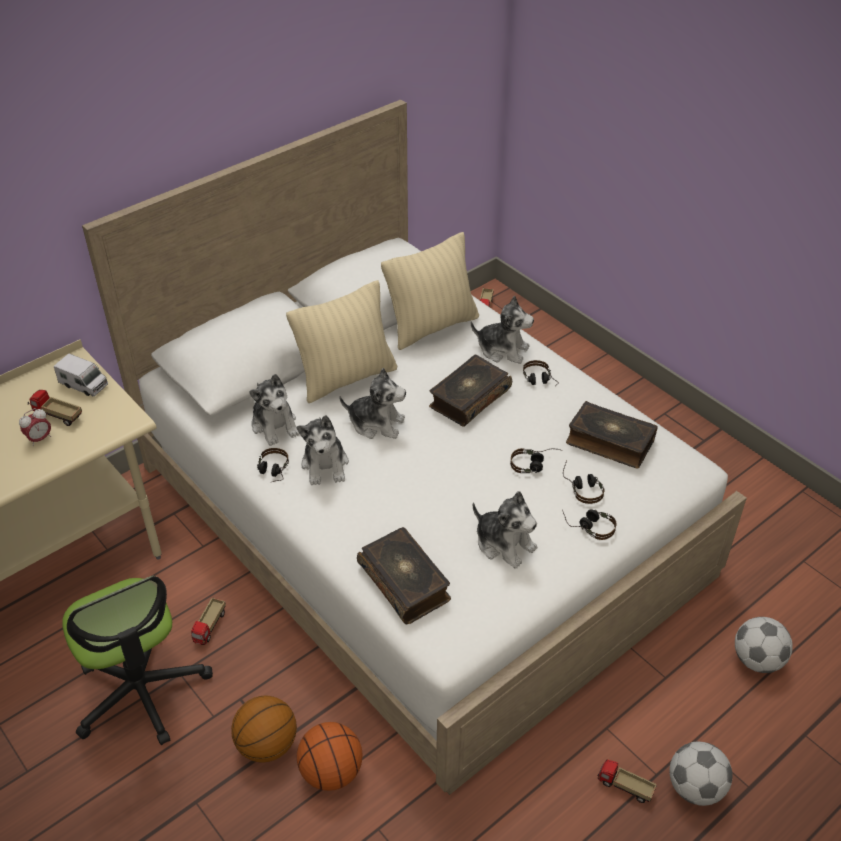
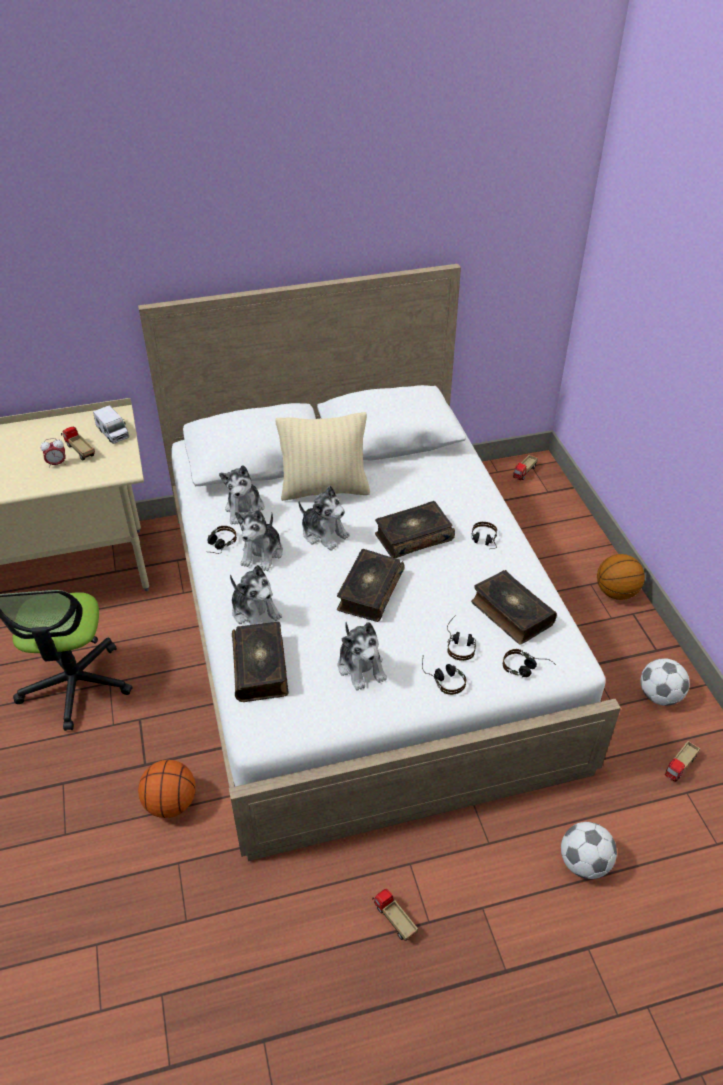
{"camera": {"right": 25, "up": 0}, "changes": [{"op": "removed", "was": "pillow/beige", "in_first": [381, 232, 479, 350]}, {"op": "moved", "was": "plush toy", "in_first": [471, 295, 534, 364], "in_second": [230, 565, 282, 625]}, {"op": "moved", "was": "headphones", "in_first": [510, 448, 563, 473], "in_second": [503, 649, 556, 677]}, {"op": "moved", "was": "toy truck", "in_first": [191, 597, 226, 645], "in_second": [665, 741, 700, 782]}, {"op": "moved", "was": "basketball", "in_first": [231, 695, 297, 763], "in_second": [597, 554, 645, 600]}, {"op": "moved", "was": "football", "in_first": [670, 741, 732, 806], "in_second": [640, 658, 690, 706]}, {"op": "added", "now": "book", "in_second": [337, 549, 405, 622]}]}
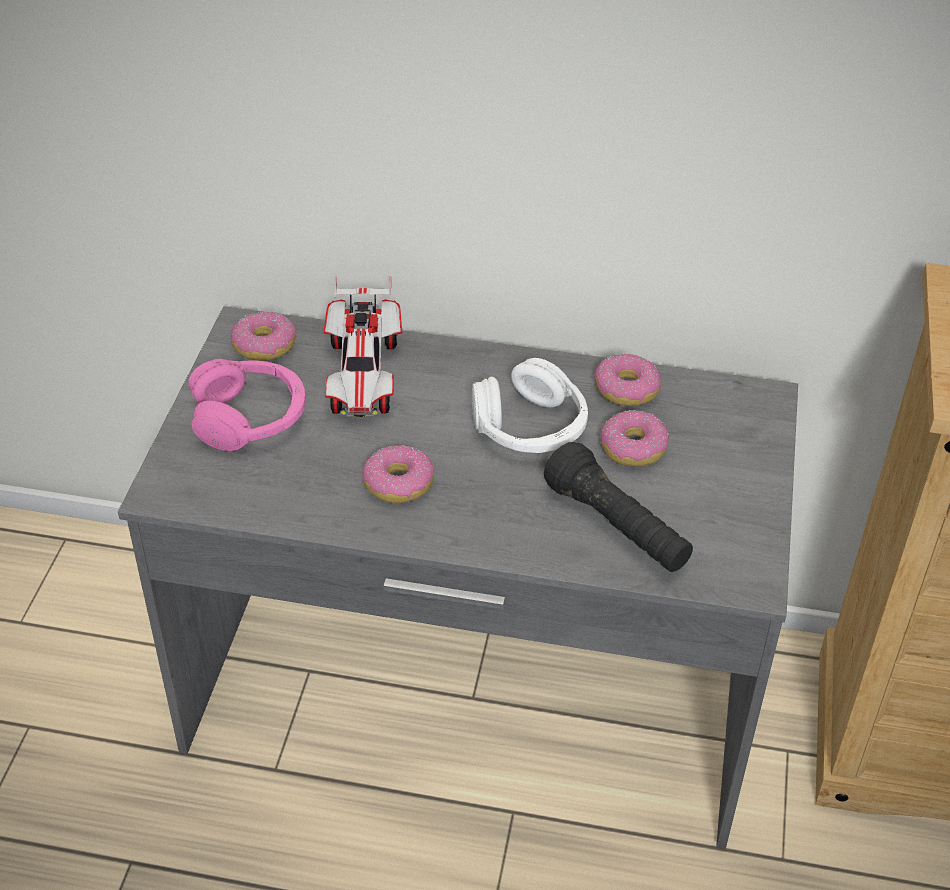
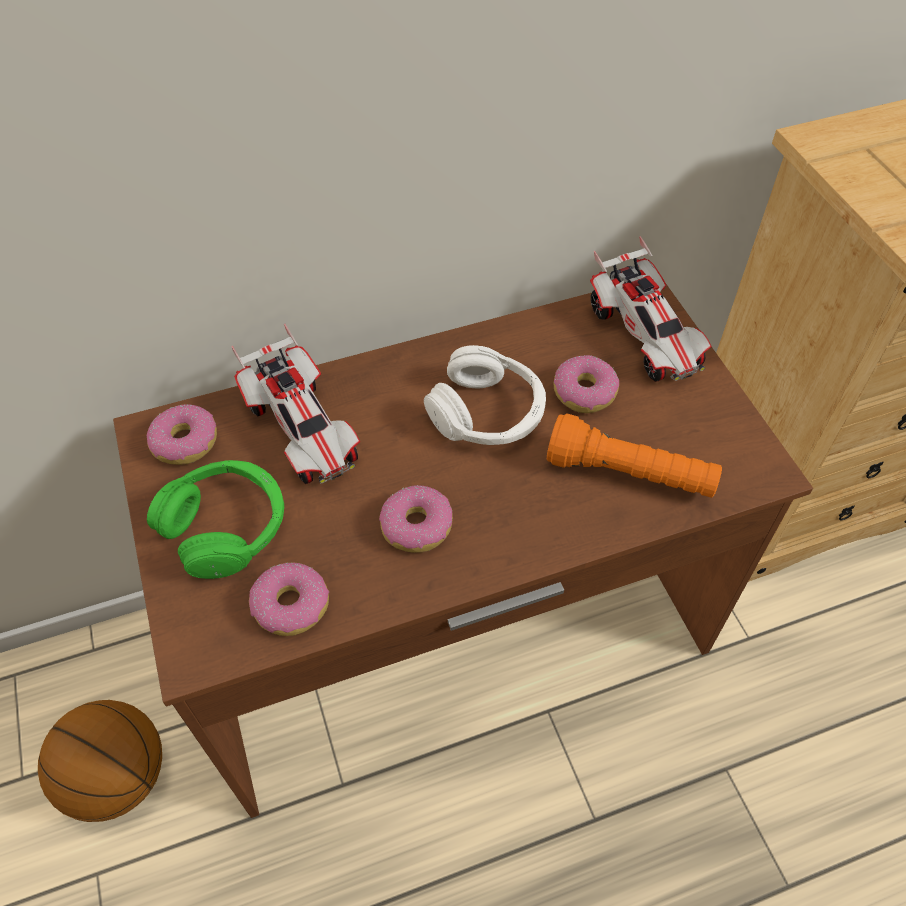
{"camera": {"right": -30, "up": 10}, "changes": [{"op": "recoloured", "was": "desk/grey", "now": "desk/brown", "in_first": [118, 306, 798, 849], "in_second": [113, 284, 813, 818]}, {"op": "moved", "was": "donut", "in_first": [594, 354, 661, 406], "in_second": [249, 562, 329, 636]}, {"op": "recoloured", "was": "headphones/pink", "now": "headphones/green", "in_first": [188, 359, 306, 451], "in_second": [147, 460, 284, 579]}, {"op": "recoloured", "was": "flashlight/black", "now": "flashlight/orange", "in_first": [544, 442, 693, 572], "in_second": [547, 413, 722, 498]}, {"op": "added", "now": "toy car", "in_second": [590, 236, 712, 382]}, {"op": "added", "now": "basketball", "in_second": [38, 700, 162, 822]}]}
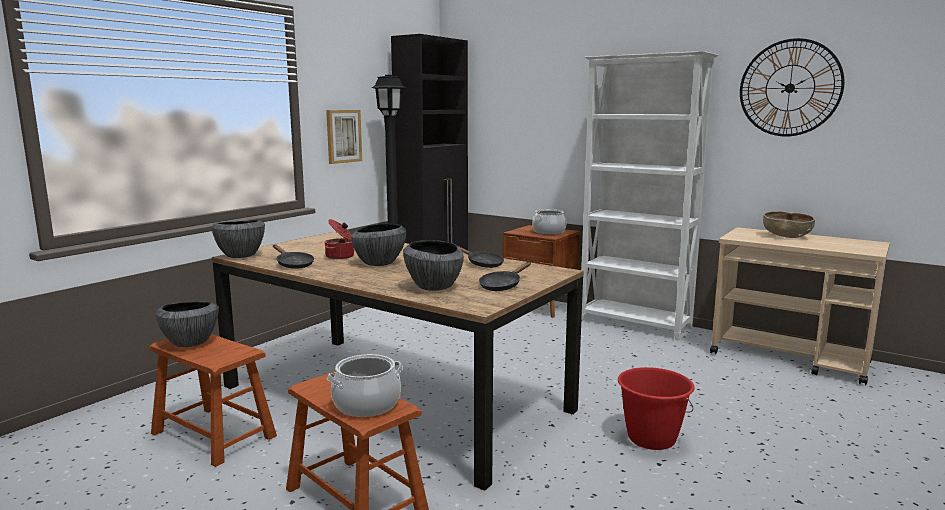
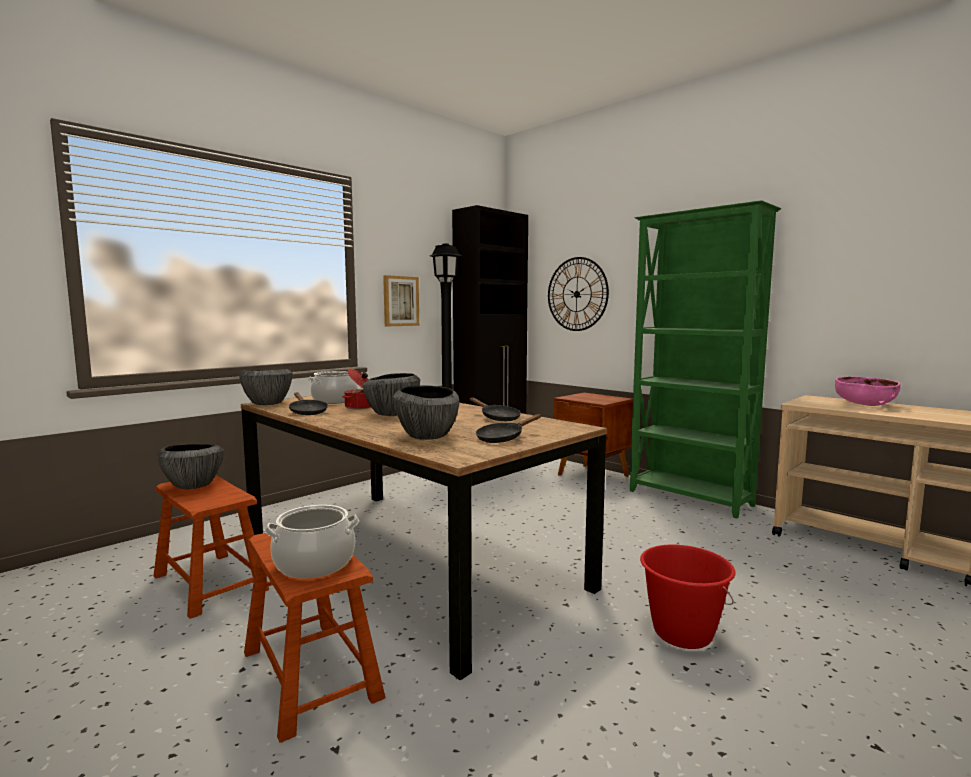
{"camera": {"right": 10, "up": -5}, "changes": [{"op": "moved", "was": "wall clock", "in_first": [740, 38, 845, 137], "in_second": [548, 257, 609, 331]}, {"op": "recoloured", "was": "bookcase/white", "now": "bookcase/green", "in_first": [581, 51, 719, 341], "in_second": [630, 200, 781, 519]}, {"op": "moved", "was": "cooking pot", "in_first": [532, 209, 566, 235], "in_second": [308, 371, 358, 404]}, {"op": "recoloured", "was": "bowl/brown", "now": "bowl/pink", "in_first": [763, 211, 815, 238], "in_second": [835, 377, 900, 406]}]}
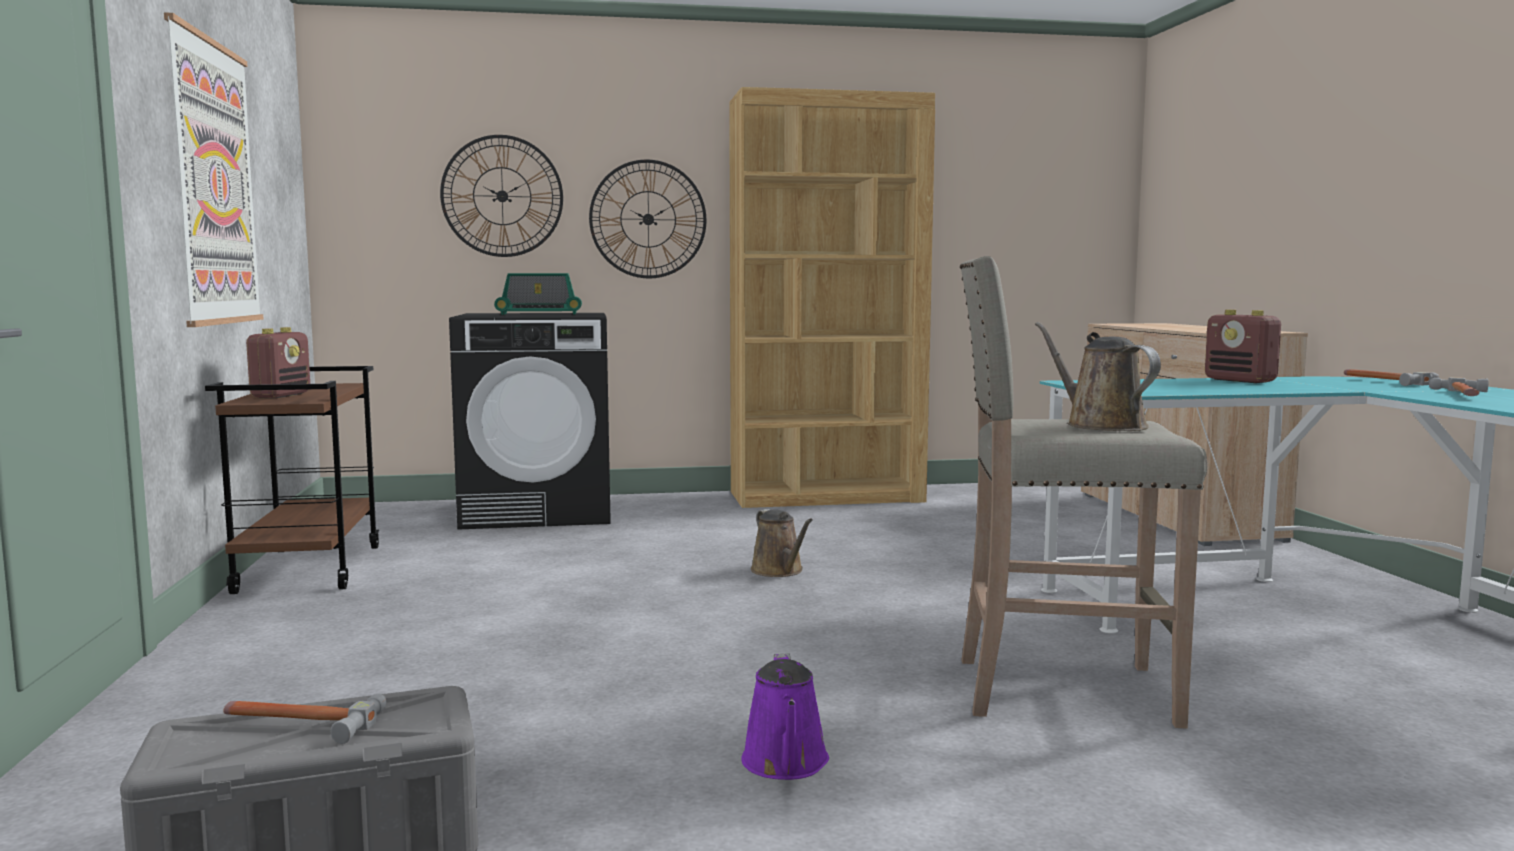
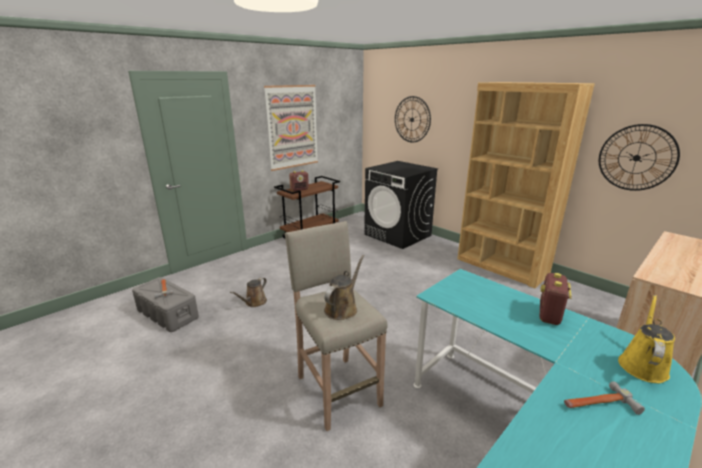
{"camera": {"right": 55, "up": 15}, "changes": [{"op": "moved", "was": "wall clock", "in_first": [589, 159, 707, 279], "in_second": [599, 124, 680, 191]}, {"op": "removed", "was": "radio", "in_first": [494, 273, 582, 315]}, {"op": "replaced", "was": "hammer", "now": "watering can/yellow", "in_first": [1344, 369, 1439, 386], "in_second": [618, 295, 675, 383]}, {"op": "moved", "was": "watering can/brown", "in_first": [751, 509, 813, 577], "in_second": [230, 277, 267, 307]}, {"op": "removed", "was": "watering can/purple", "in_first": [741, 653, 829, 780]}]}
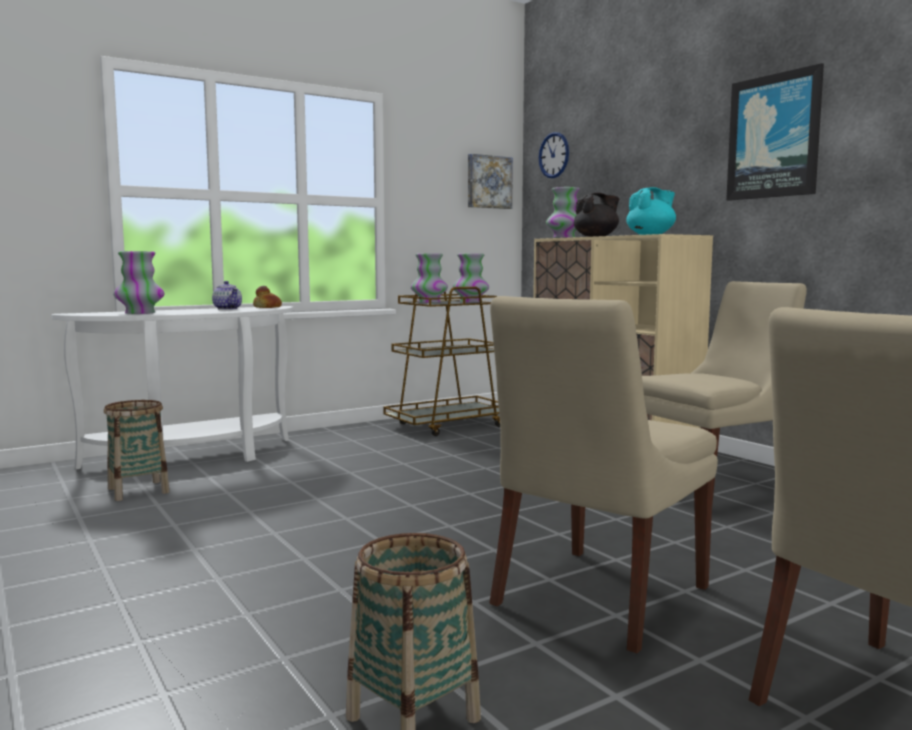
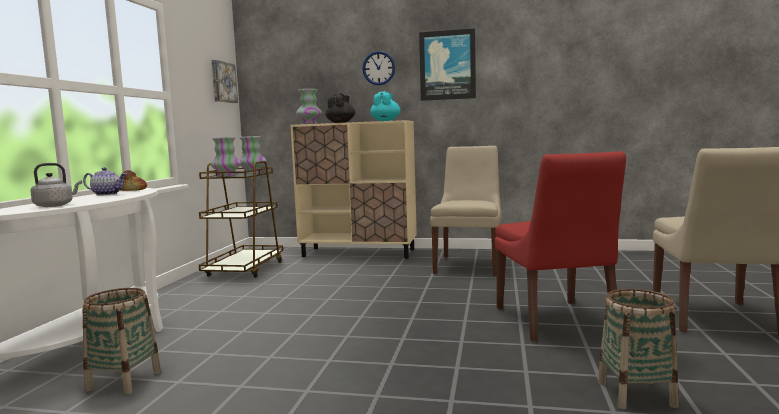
{"camera": {"right": -45, "up": 0}, "changes": [{"op": "moved", "was": "wall clock", "in_first": [539, 132, 569, 178], "in_second": [362, 51, 395, 85]}, {"op": "replaced", "was": "vase", "now": "kettle/grey", "in_first": [113, 251, 164, 314], "in_second": [30, 163, 82, 207]}, {"op": "recoloured", "was": "chair/beige", "now": "chair/red", "in_first": [489, 296, 718, 653], "in_second": [495, 151, 626, 342]}]}
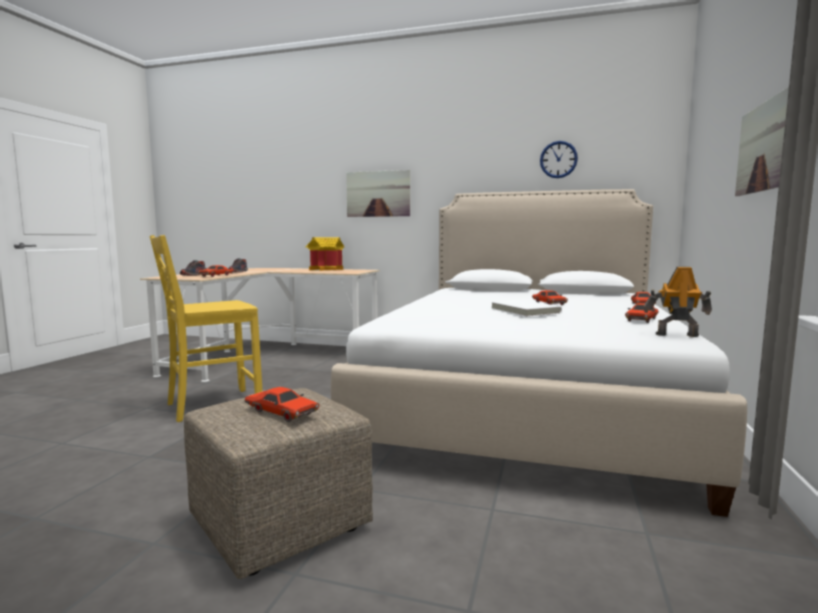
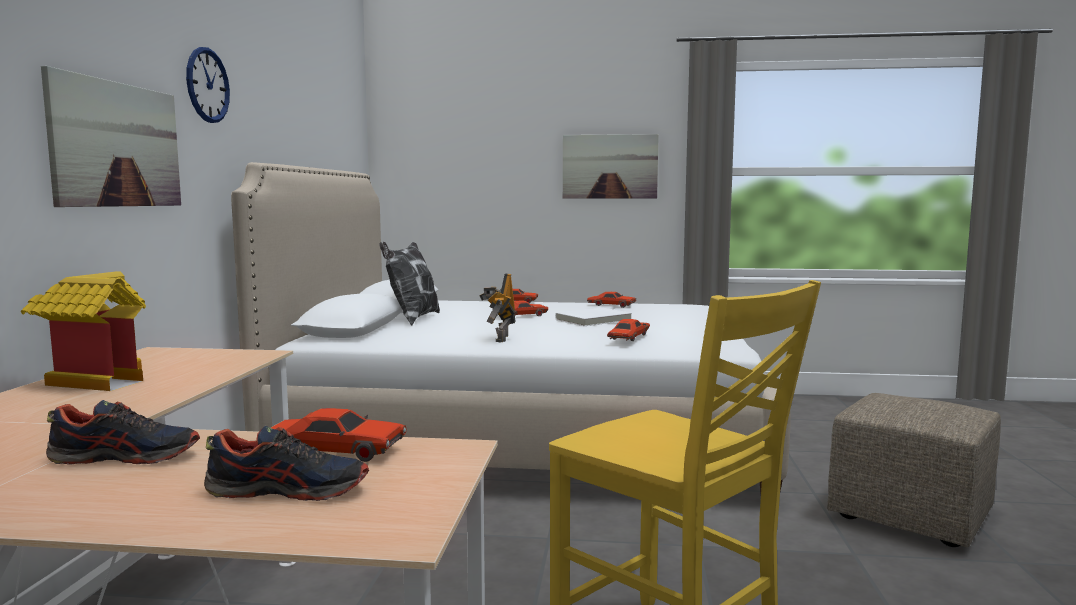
{"camera": {"right": -100, "up": 0}, "changes": [{"op": "moved", "was": "wall clock", "in_first": [540, 141, 578, 178], "in_second": [186, 47, 230, 123]}, {"op": "moved", "was": "toy robot", "in_first": [644, 267, 712, 337], "in_second": [479, 273, 516, 342]}, {"op": "moved", "was": "toy car/red", "in_first": [244, 387, 319, 422], "in_second": [607, 319, 650, 341]}, {"op": "added", "now": "pillow", "in_second": [379, 242, 440, 326]}]}
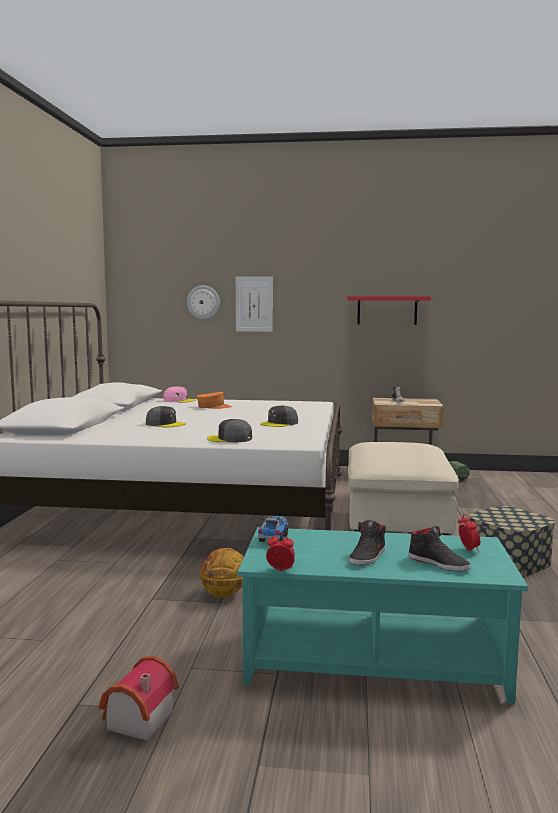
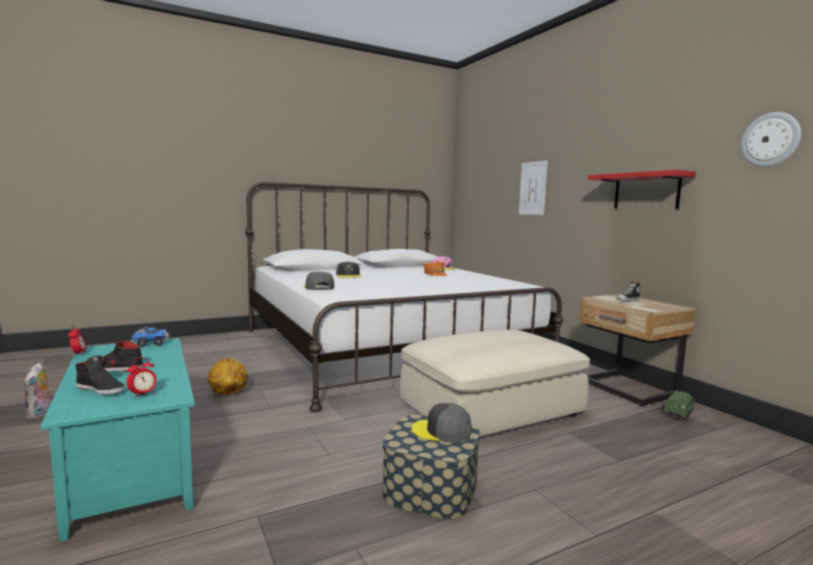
{"camera": {"right": 55, "up": 0}, "changes": [{"op": "moved", "was": "wall clock", "in_first": [187, 285, 220, 319], "in_second": [741, 112, 801, 167]}, {"op": "moved", "was": "cap/grey", "in_first": [260, 405, 298, 427], "in_second": [412, 403, 471, 442]}, {"op": "turned", "was": "shoe/black", "in_first": [408, 526, 471, 571], "in_second": [75, 355, 125, 395], "clockwise": -75}, {"op": "replaced", "was": "toy house", "now": "plush toy", "in_first": [99, 656, 179, 741], "in_second": [24, 363, 53, 420]}]}
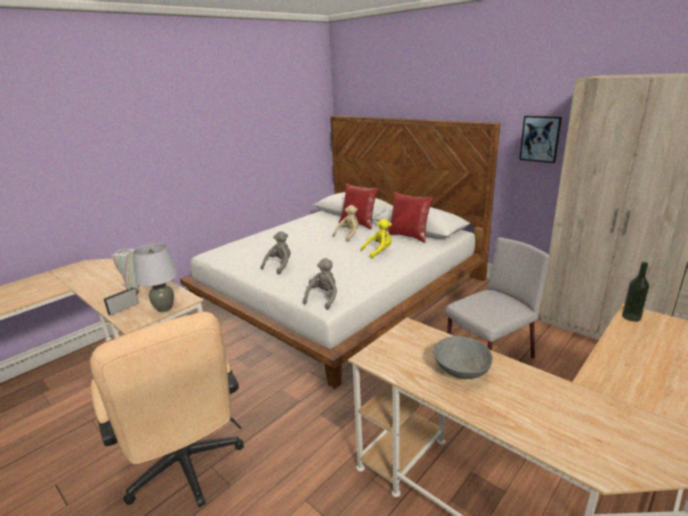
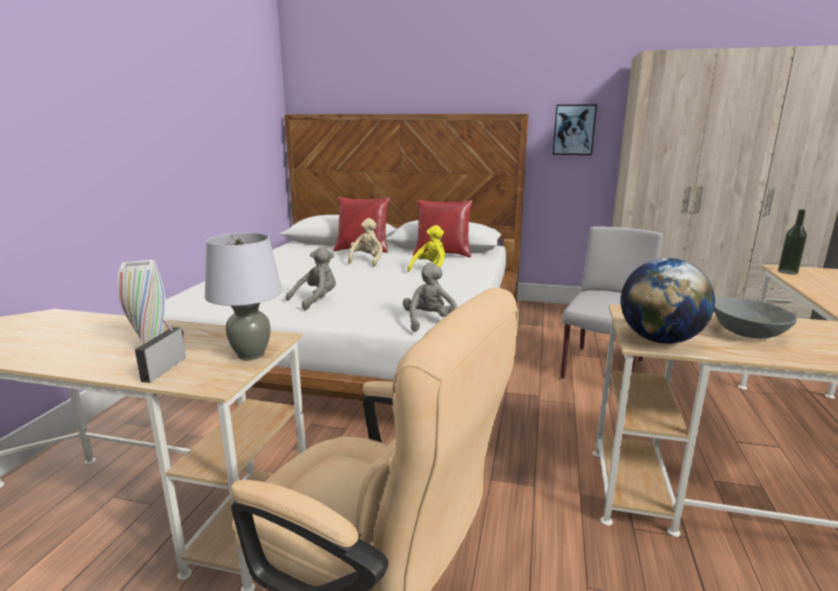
{"camera": {"right": -30, "up": -5}, "changes": [{"op": "turned", "was": "plush toy/grey", "in_first": [261, 231, 291, 275], "in_second": [286, 247, 336, 310], "clockwise": 45}, {"op": "added", "now": "globe", "in_second": [621, 258, 715, 344]}]}
